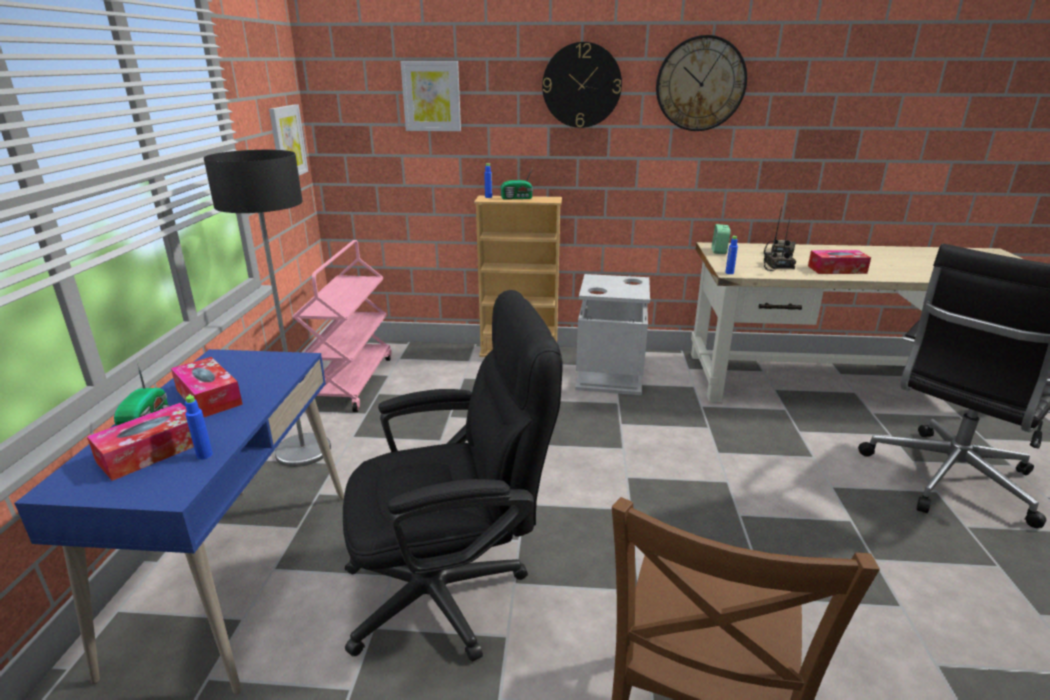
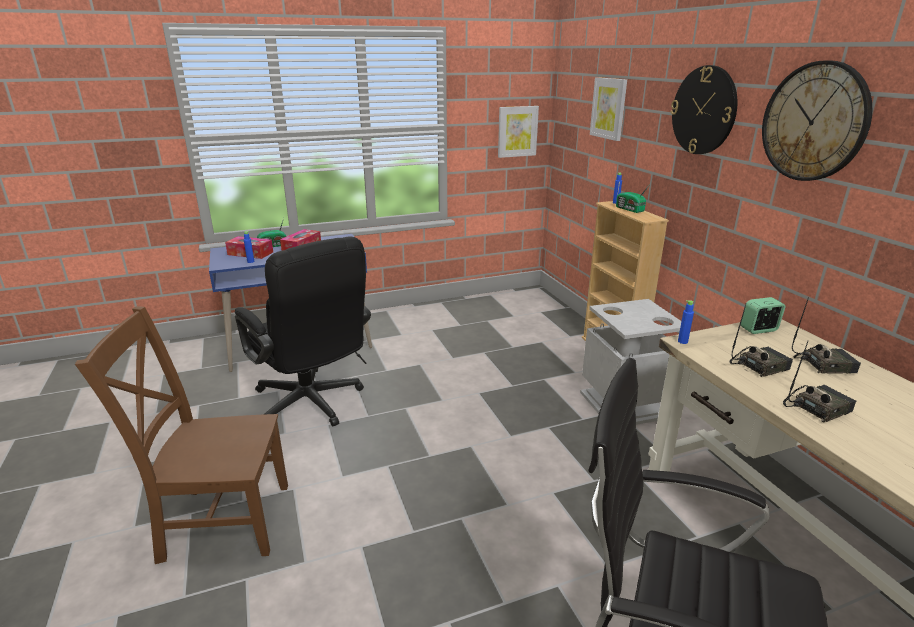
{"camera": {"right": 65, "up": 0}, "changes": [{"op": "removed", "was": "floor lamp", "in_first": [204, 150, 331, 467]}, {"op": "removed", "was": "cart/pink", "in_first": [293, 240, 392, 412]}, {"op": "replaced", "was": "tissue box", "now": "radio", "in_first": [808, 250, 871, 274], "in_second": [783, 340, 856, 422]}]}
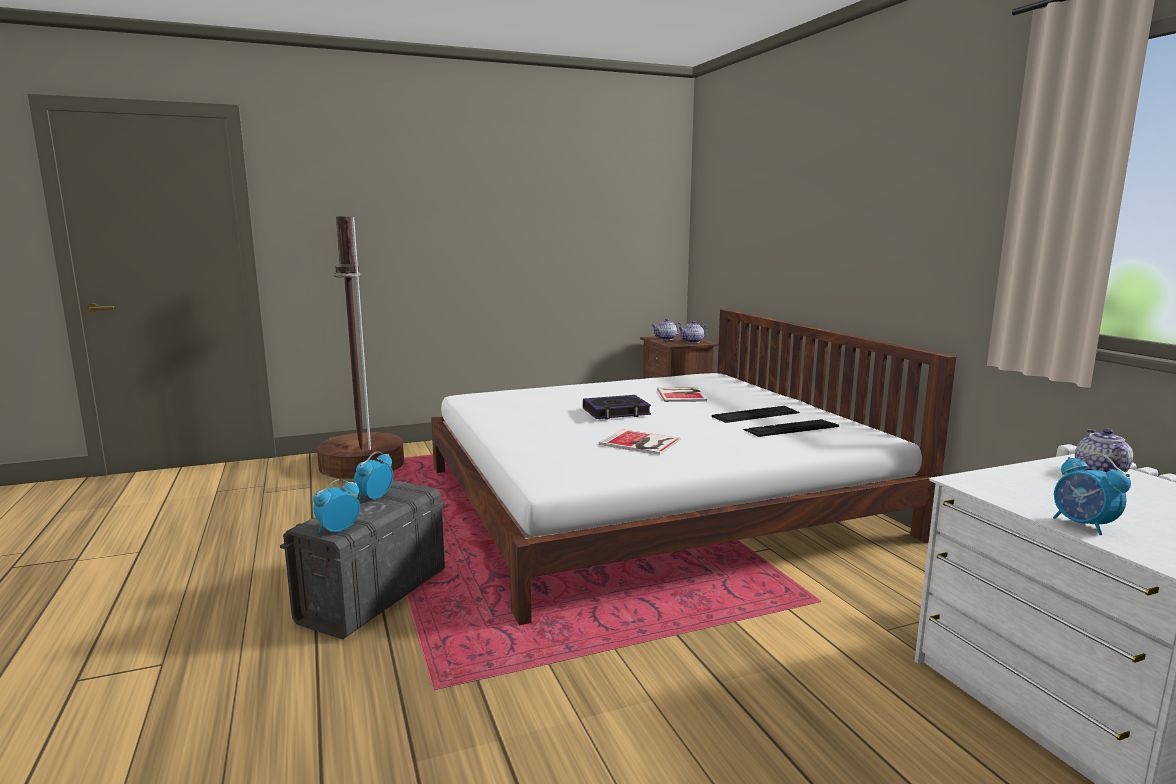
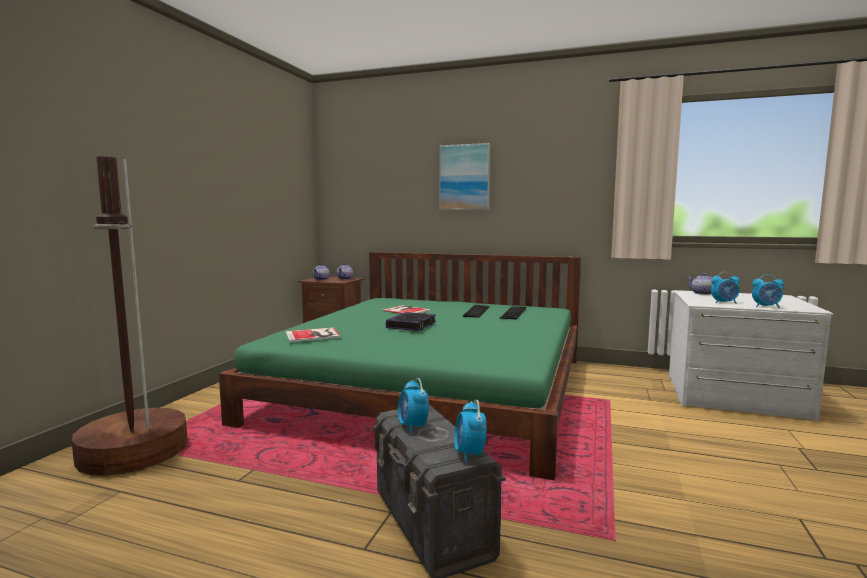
{"camera": {"right": -50, "up": -5}, "changes": [{"op": "recoloured", "was": "bed/white", "now": "bed/green", "in_first": [431, 309, 956, 625], "in_second": [219, 252, 581, 480]}, {"op": "moved", "was": "book", "in_first": [599, 429, 681, 455], "in_second": [285, 327, 341, 342]}, {"op": "added", "now": "picture", "in_second": [439, 143, 490, 210]}, {"op": "added", "now": "alarm clock", "in_second": [711, 272, 740, 304]}]}
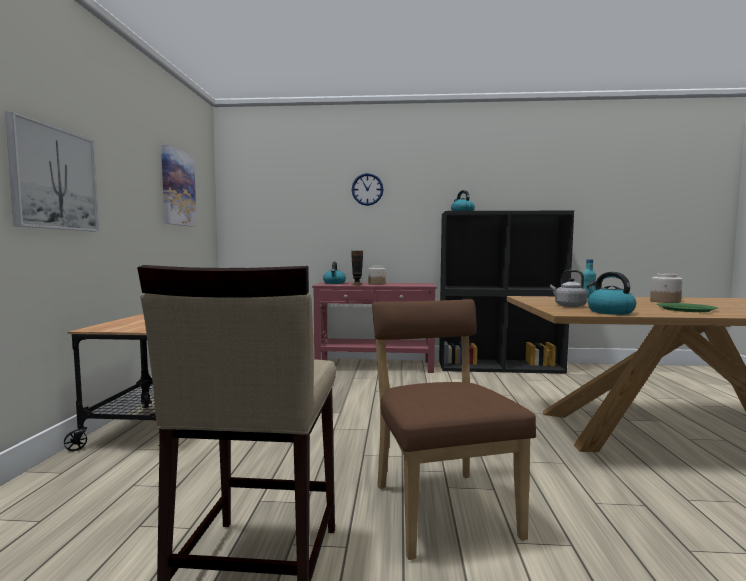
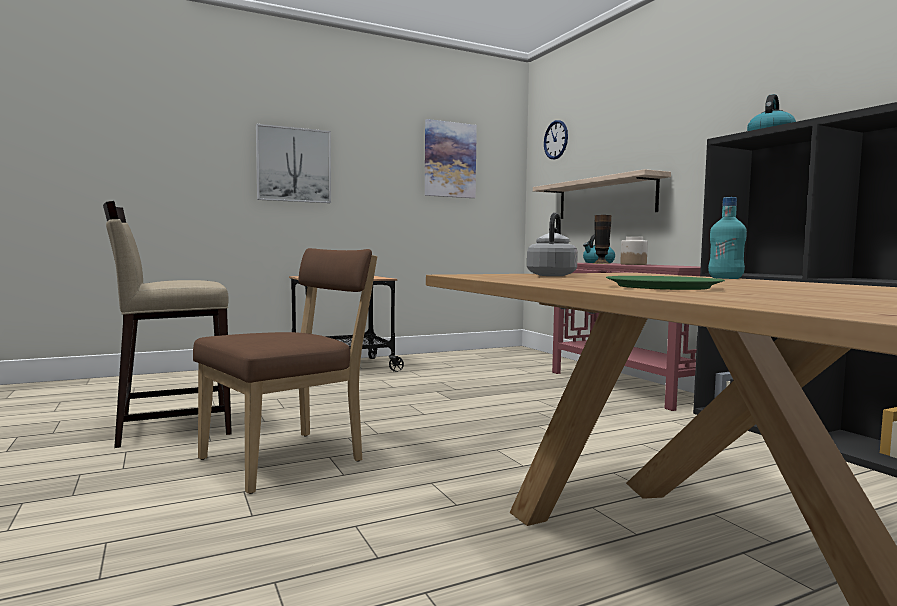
{"camera": {"right": 60, "up": 0}, "changes": [{"op": "moved", "was": "wall clock", "in_first": [352, 173, 383, 206], "in_second": [544, 120, 568, 159]}, {"op": "removed", "was": "kettle", "in_first": [587, 272, 636, 315]}, {"op": "removed", "was": "jar", "in_first": [650, 273, 682, 303]}, {"op": "added", "now": "shelf", "in_second": [533, 169, 671, 219]}]}
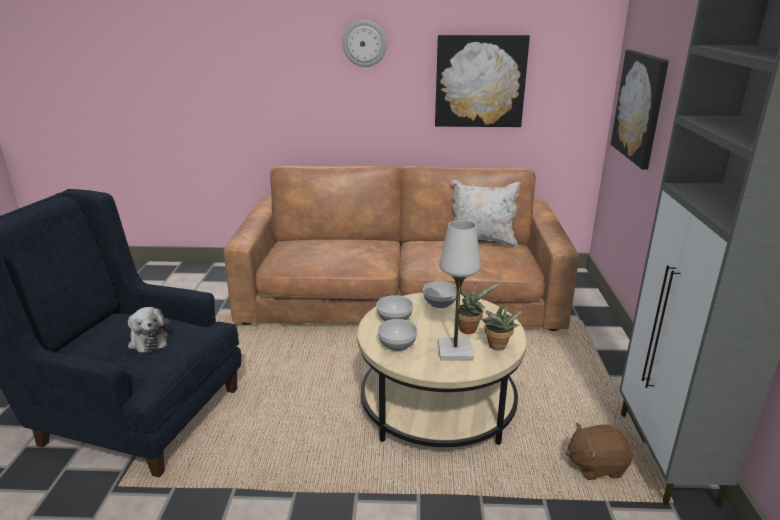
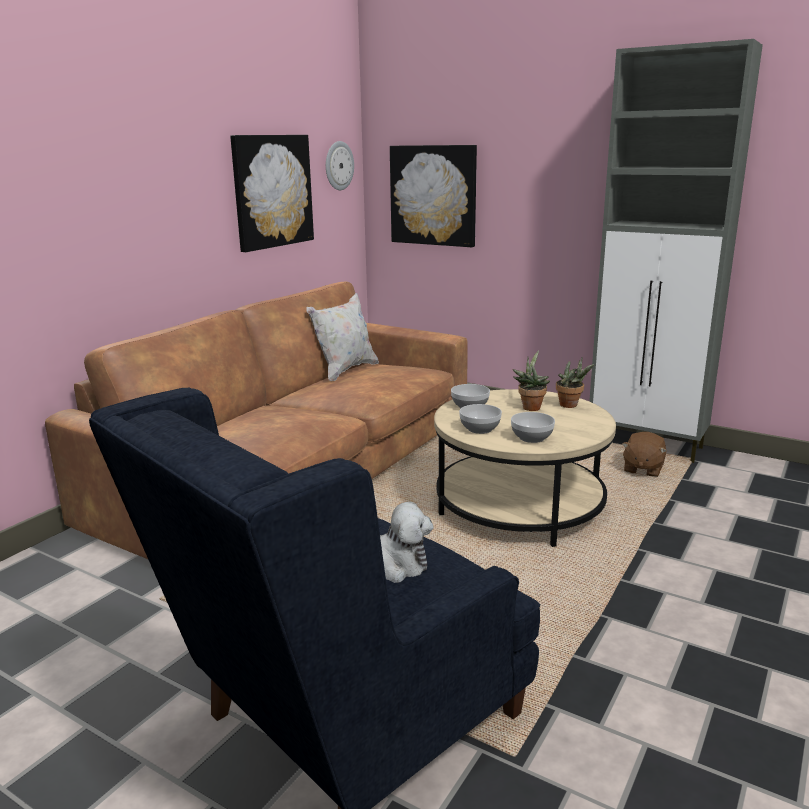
{"camera": {"right": -60, "up": -5}, "changes": [{"op": "moved", "was": "wall clock", "in_first": [343, 20, 387, 67], "in_second": [326, 141, 354, 190]}, {"op": "removed", "was": "table lamp/white", "in_first": [438, 220, 481, 360]}]}
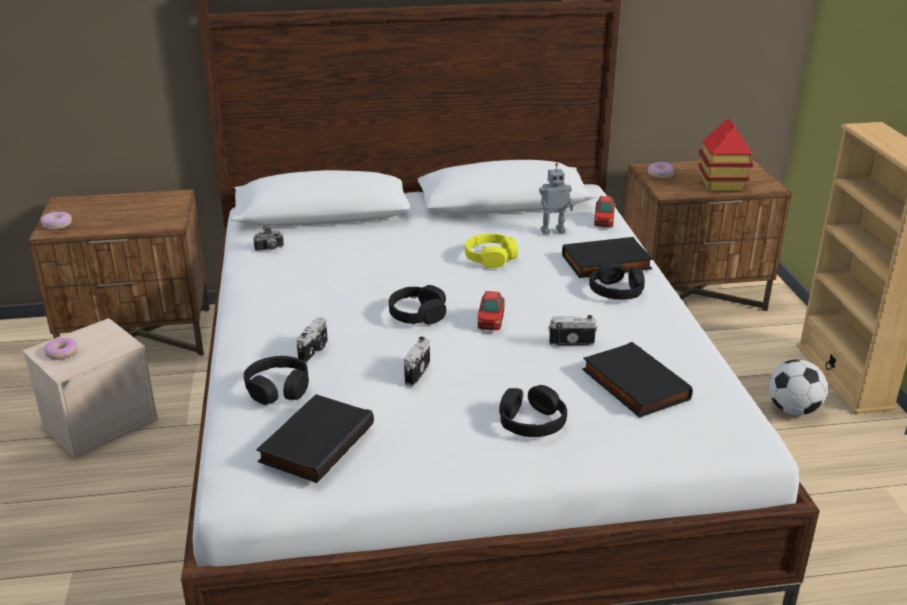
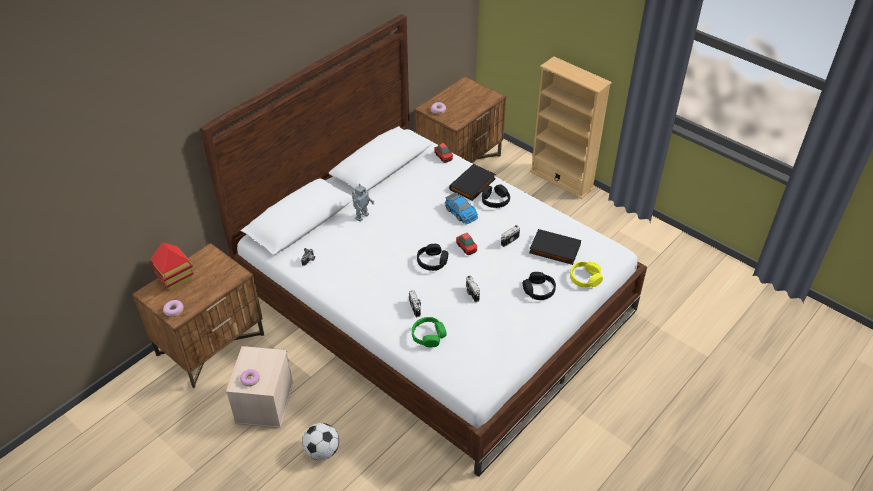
{"camera": {"right": -40, "up": 15}, "changes": [{"op": "moved", "was": "toy house", "in_first": [698, 118, 753, 191], "in_second": [150, 242, 194, 291]}, {"op": "moved", "was": "toy robot", "in_first": [539, 163, 574, 234], "in_second": [352, 184, 374, 222]}, {"op": "moved", "was": "headphones/yellow", "in_first": [465, 234, 518, 268], "in_second": [570, 261, 603, 288]}, {"op": "recoloured", "was": "headphones/black", "now": "headphones/green", "in_first": [244, 356, 309, 405], "in_second": [412, 317, 447, 347]}, {"op": "moved", "was": "football", "in_first": [768, 359, 828, 415], "in_second": [302, 423, 339, 460]}, {"op": "removed", "was": "book/black", "in_first": [256, 394, 374, 483]}, {"op": "added", "now": "toy car", "in_second": [445, 192, 478, 224]}]}
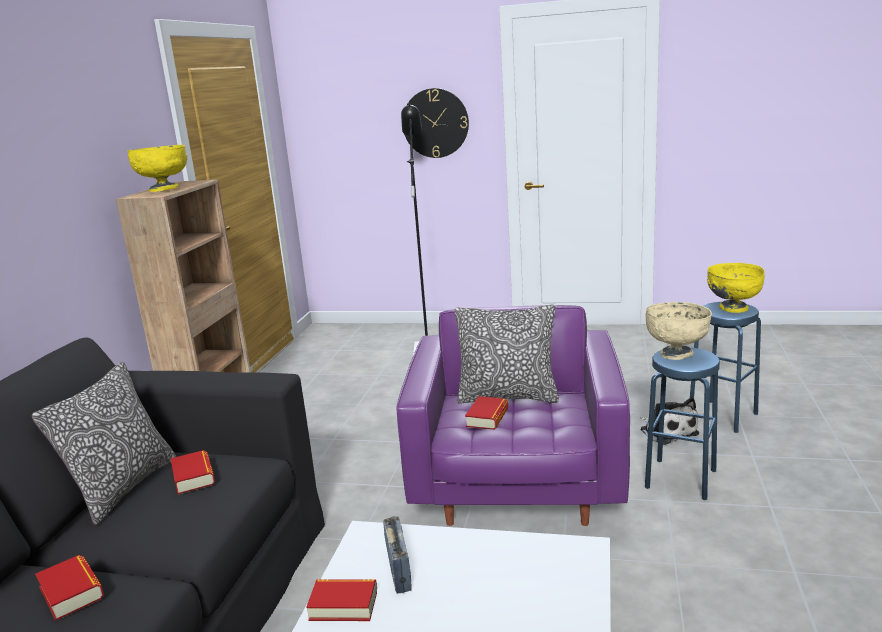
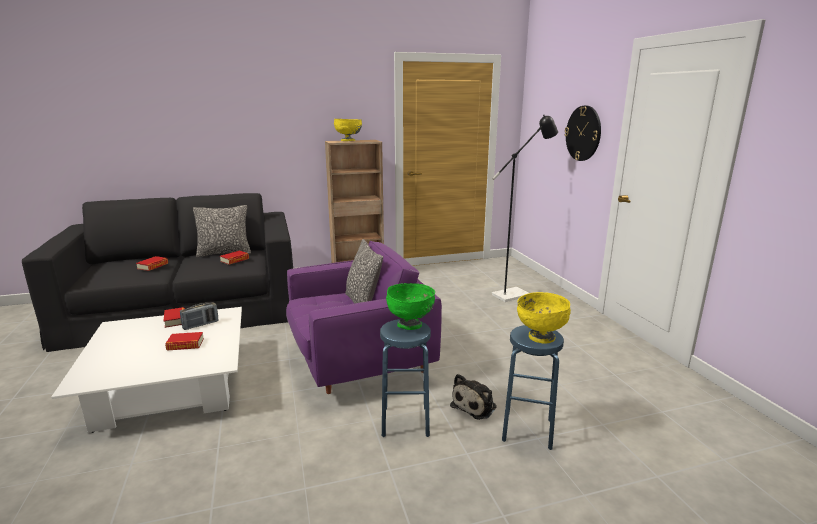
{"camera": {"right": 60, "up": 0}, "changes": [{"op": "recoloured", "was": "bowl/beige", "now": "bowl/green", "in_first": [645, 302, 712, 360], "in_second": [386, 283, 435, 330]}, {"op": "moved", "was": "book", "in_first": [465, 396, 508, 430], "in_second": [165, 332, 204, 351]}]}
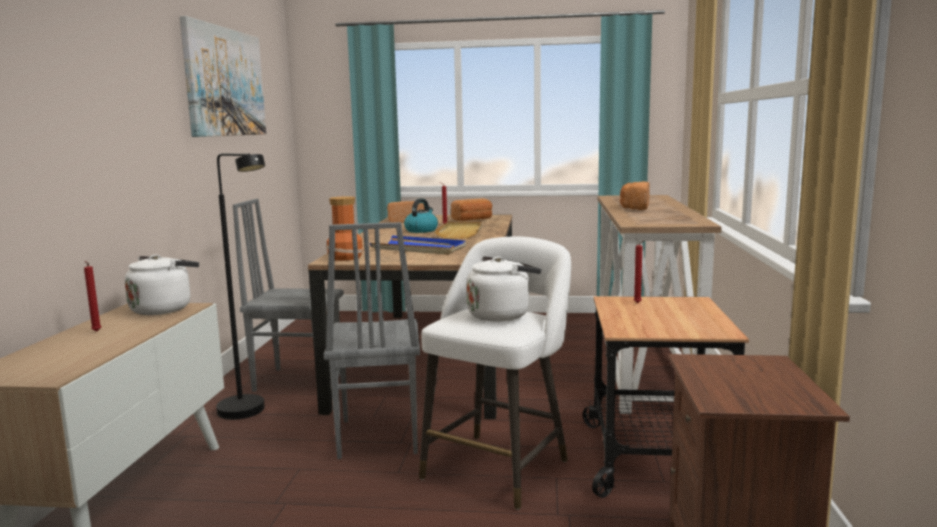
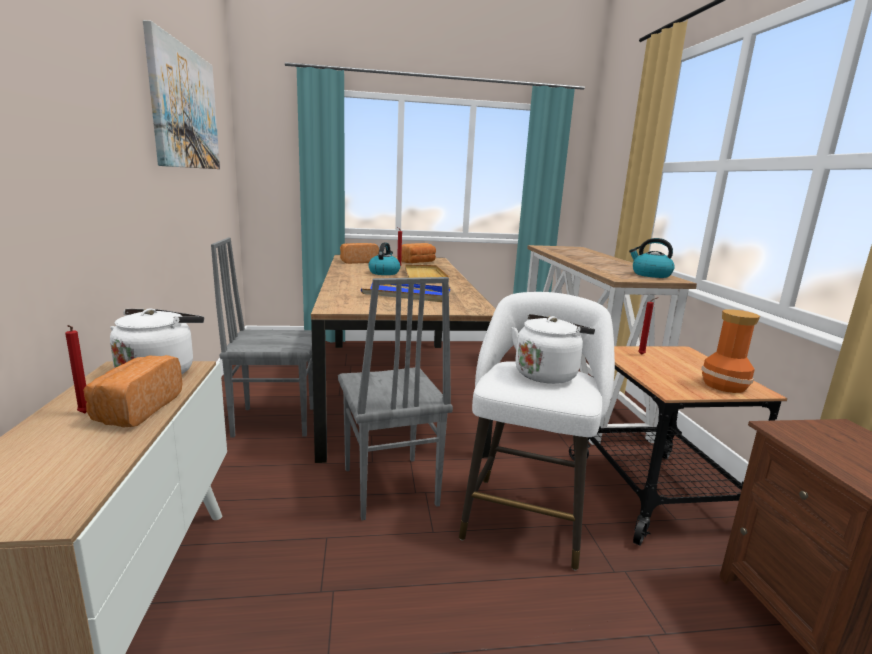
{"camera": {"right": -15, "up": 5}, "changes": [{"op": "removed", "was": "floor lamp/black", "in_first": [216, 153, 265, 420]}, {"op": "moved", "was": "bread", "in_first": [620, 181, 650, 210], "in_second": [83, 355, 182, 427]}, {"op": "moved", "was": "vase", "in_first": [326, 196, 364, 261], "in_second": [701, 309, 760, 393]}, {"op": "added", "now": "kettle", "in_second": [629, 238, 675, 278]}]}
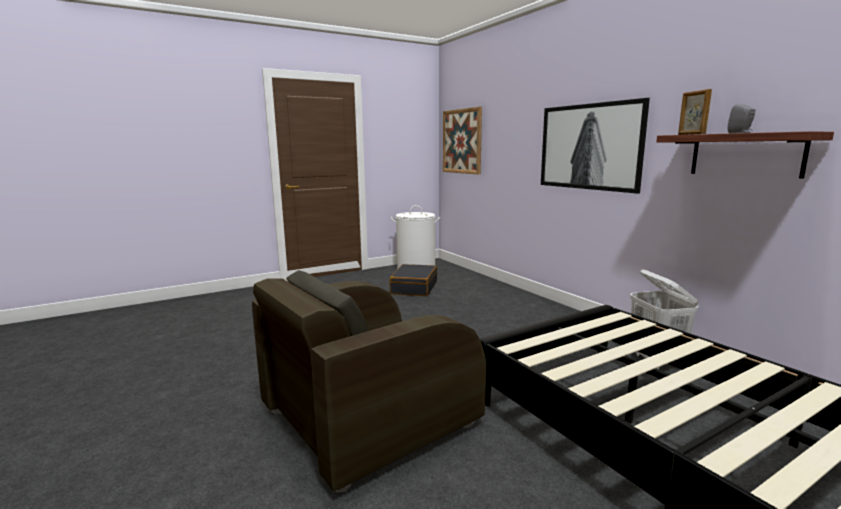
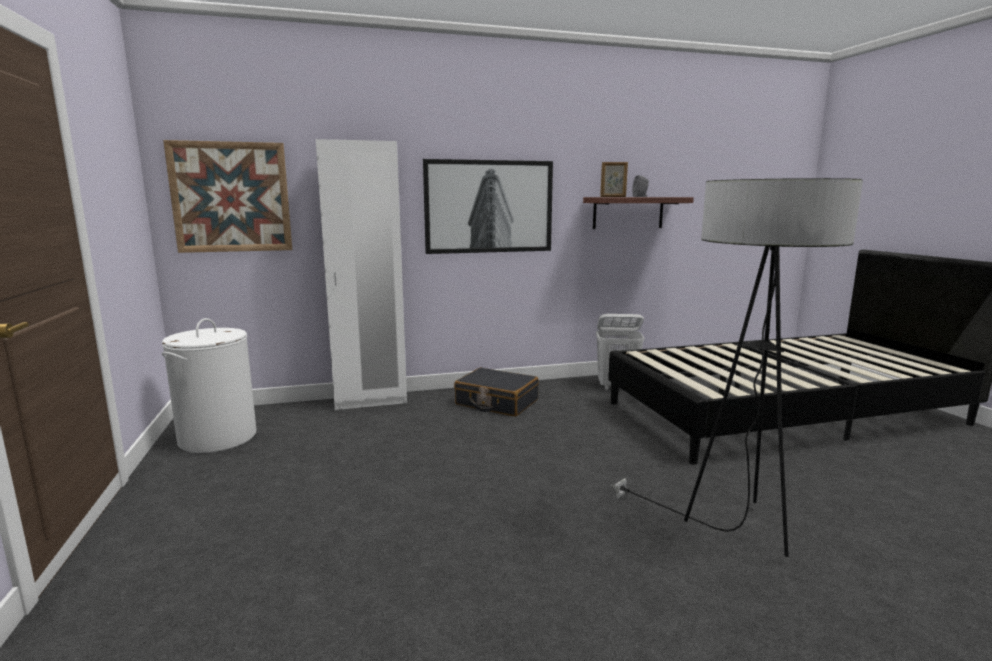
{"camera": {"right": -75, "up": 0}, "changes": [{"op": "moved", "was": "suitcase/black", "in_first": [389, 264, 437, 296], "in_second": [454, 367, 539, 417]}, {"op": "replaced", "was": "armchair/brown", "now": "floor lamp", "in_first": [252, 270, 486, 492], "in_second": [611, 178, 863, 557]}, {"op": "added", "now": "wardrobe/white", "in_second": [316, 139, 407, 410]}]}
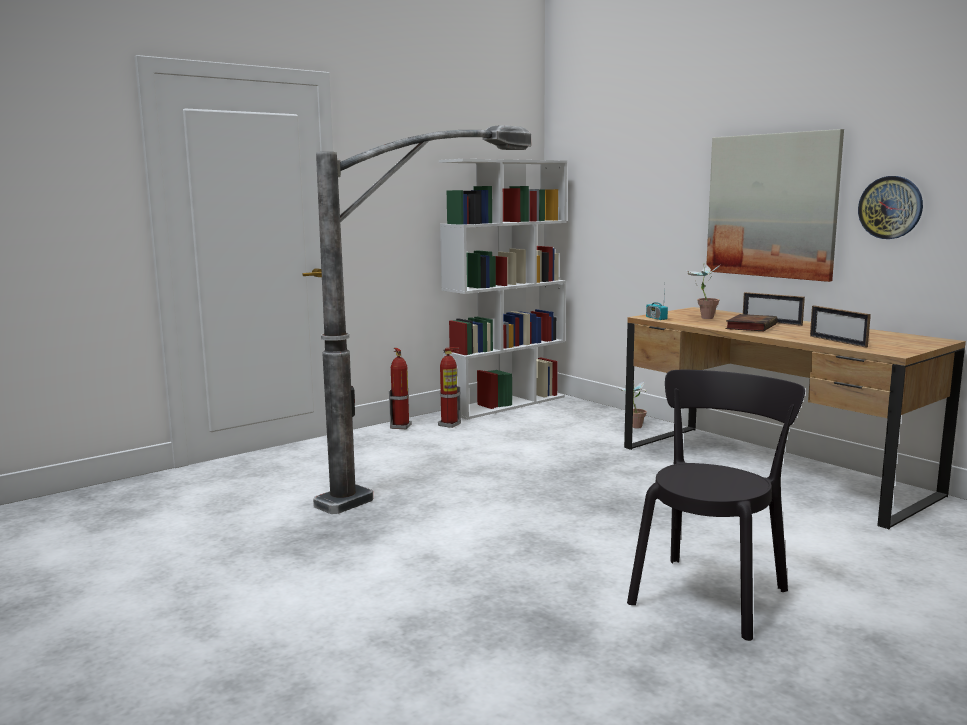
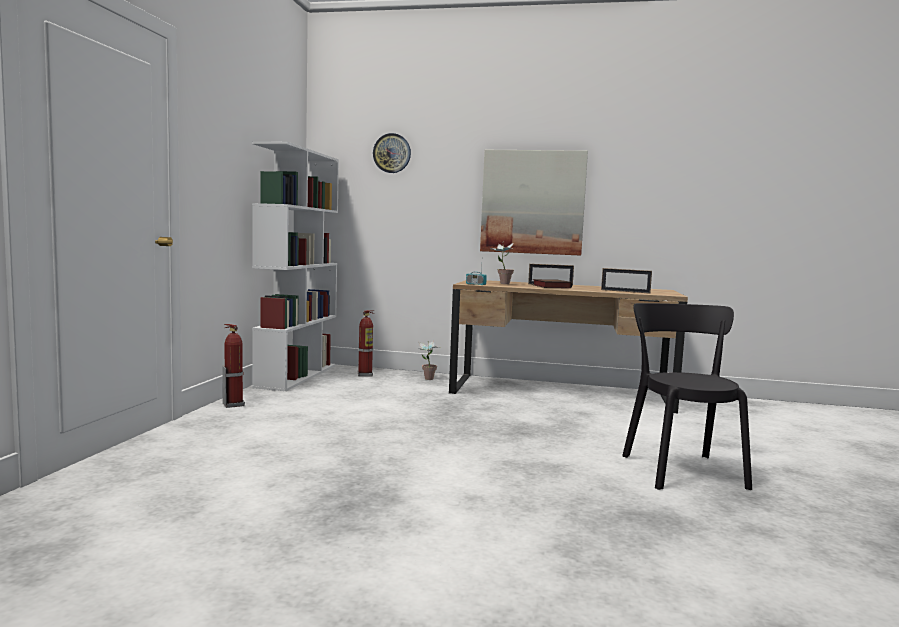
{"camera": {"right": -40, "up": -5}, "changes": [{"op": "removed", "was": "floor lamp", "in_first": [313, 125, 531, 514]}, {"op": "moved", "was": "wall clock", "in_first": [858, 176, 923, 239], "in_second": [373, 133, 411, 173]}, {"op": "moved", "was": "fire extinguisher", "in_first": [438, 347, 461, 428], "in_second": [357, 310, 375, 376]}]}
